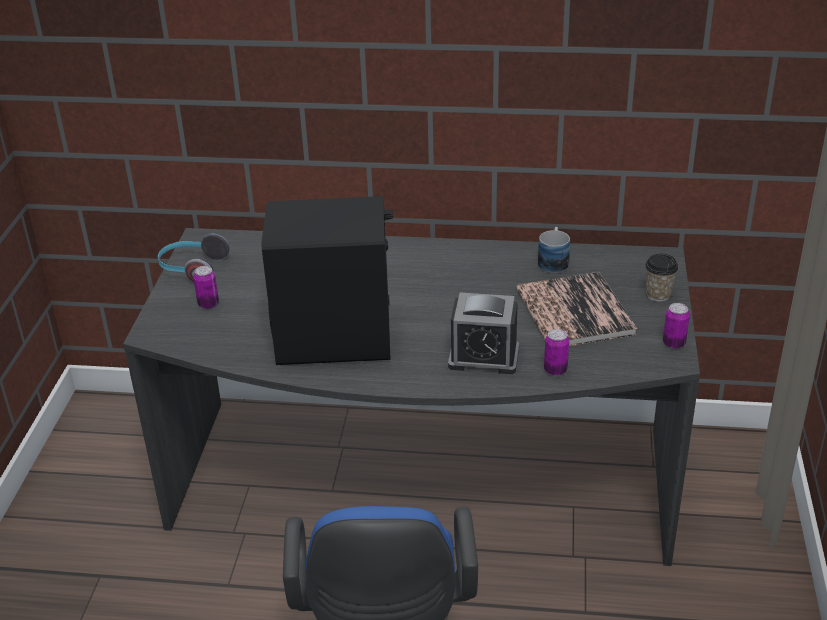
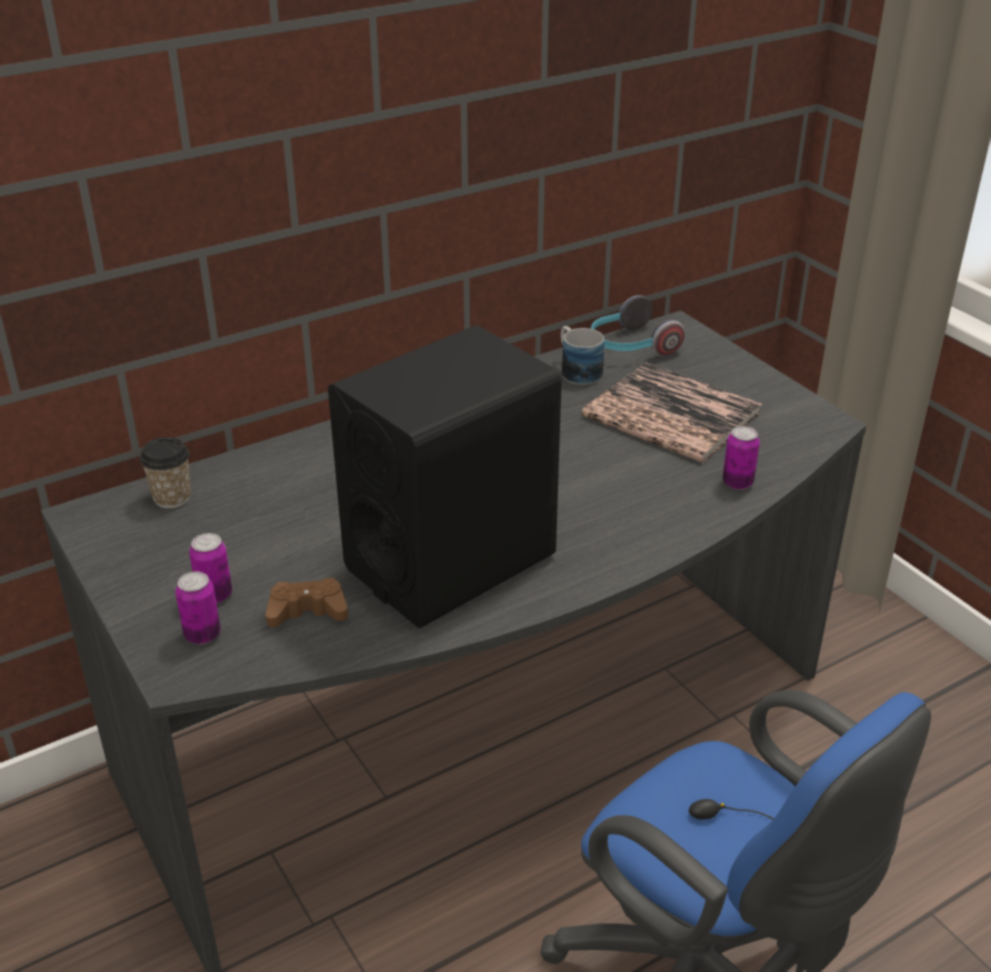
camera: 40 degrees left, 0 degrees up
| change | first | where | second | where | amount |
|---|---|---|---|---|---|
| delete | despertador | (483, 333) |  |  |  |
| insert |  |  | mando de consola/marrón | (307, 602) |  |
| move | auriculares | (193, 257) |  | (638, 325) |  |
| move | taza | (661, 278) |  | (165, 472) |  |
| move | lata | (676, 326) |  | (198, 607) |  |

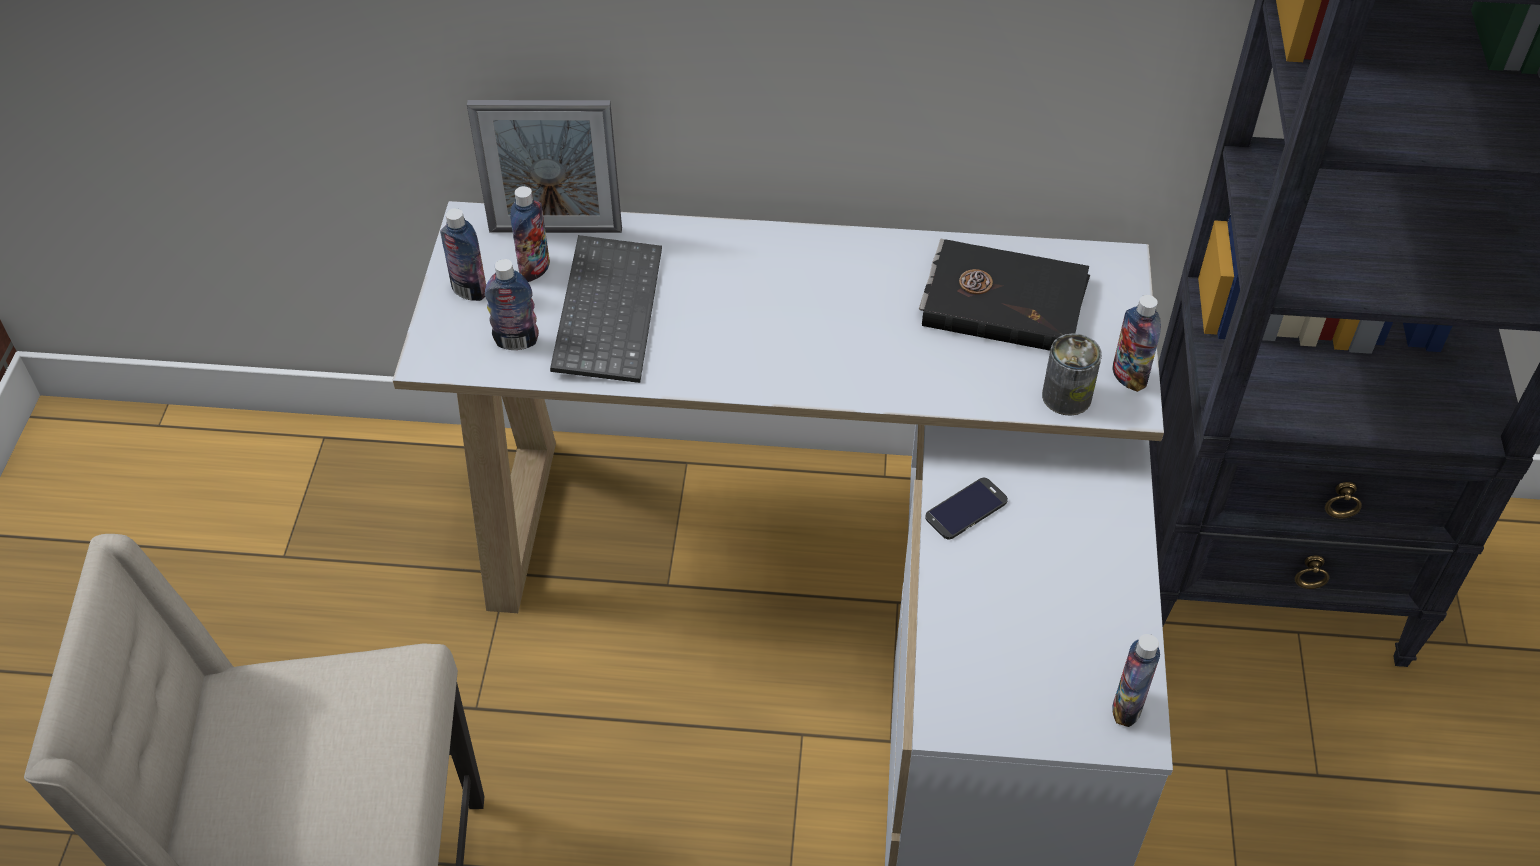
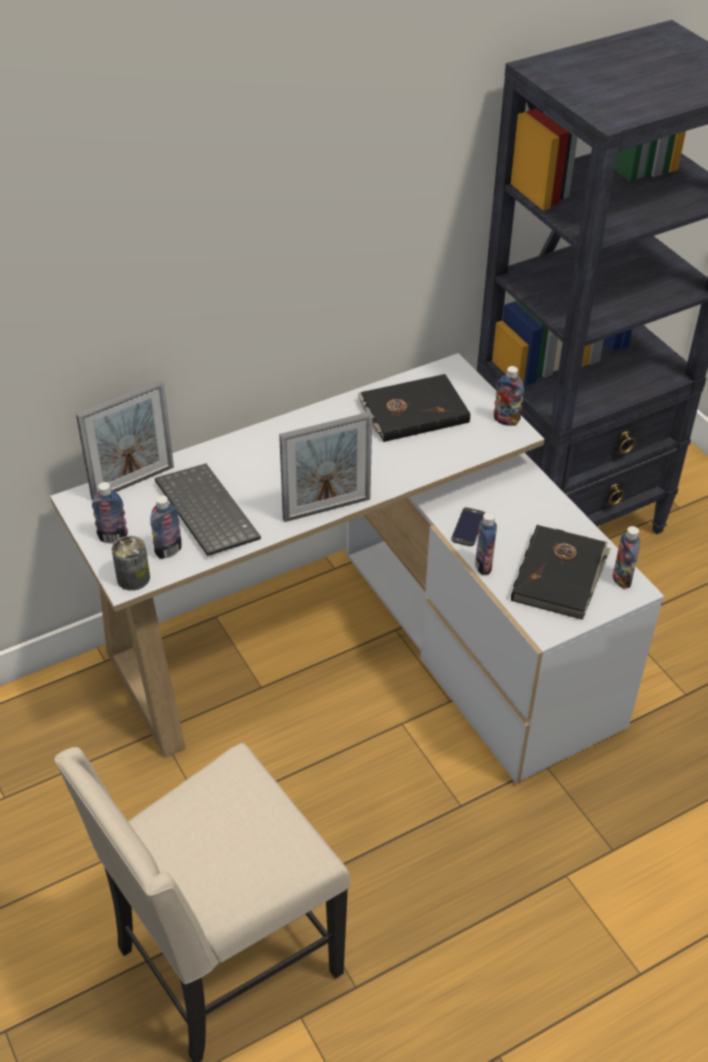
camera: 35 degrees left, 5 degrees down
| change | first | where | second | where | amount |
|---|---|---|---|---|---|
| insert |  |  | portarretratos | (325, 467) |  |
| insert |  |  | libro/negro | (561, 572) |  |
| move | botella | (530, 234) |  | (486, 544) |  |
| move | lata | (1072, 374) |  | (131, 563) |  |

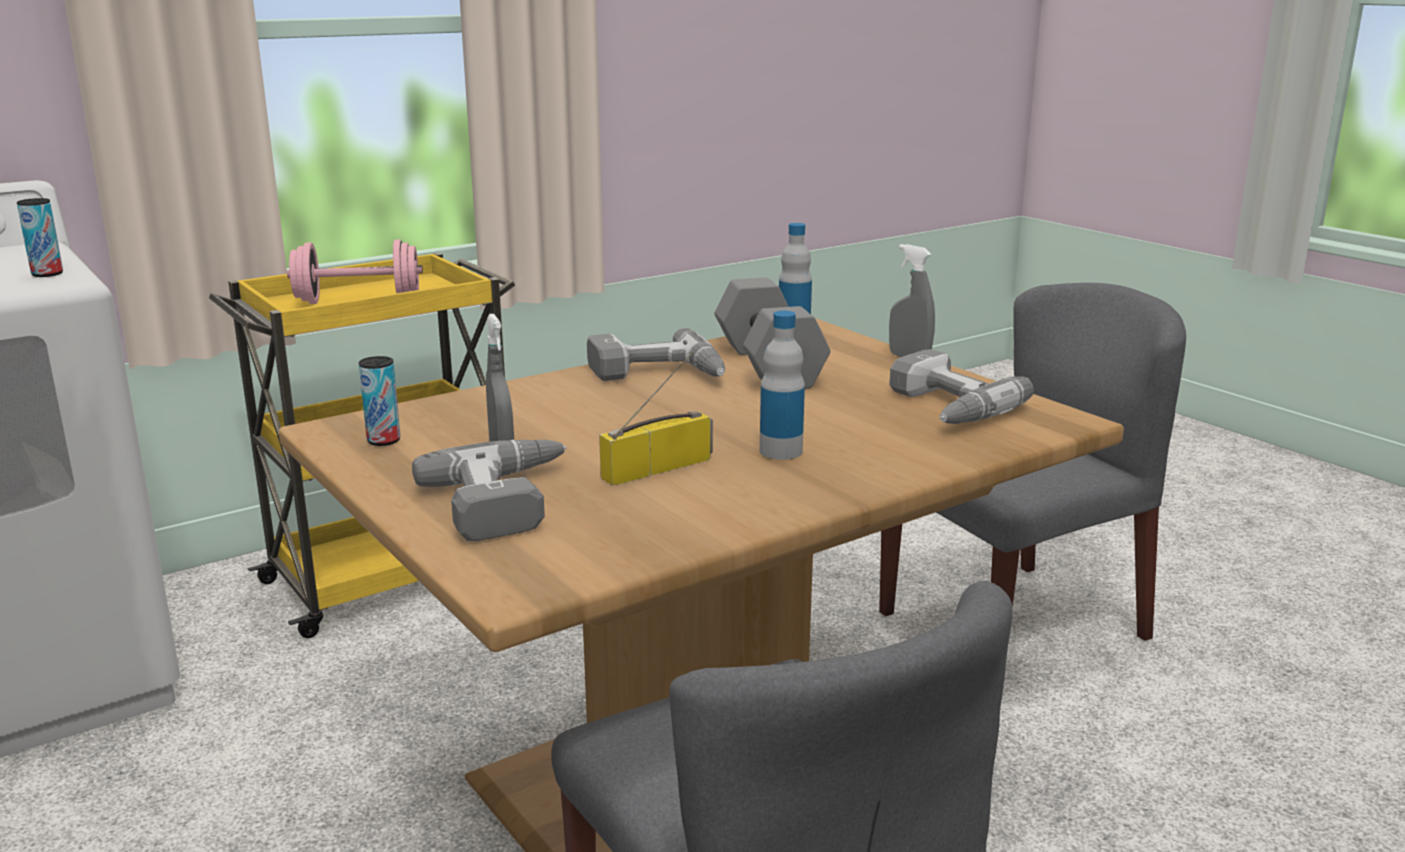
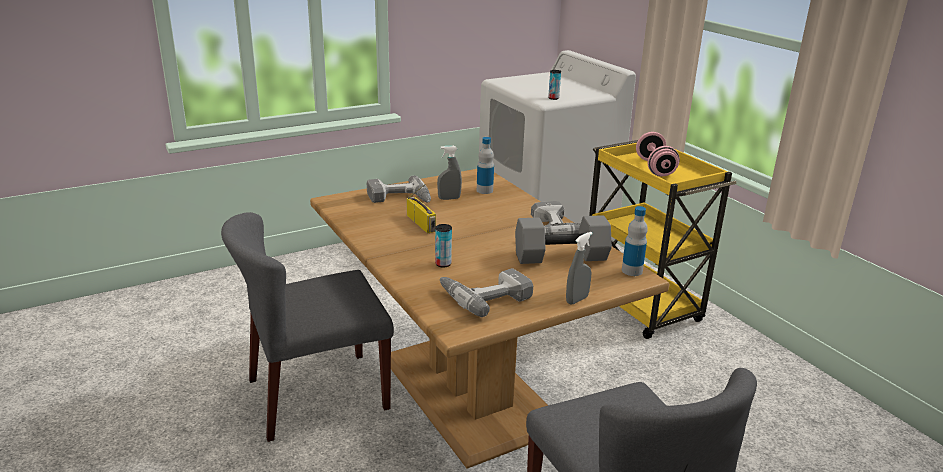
camera: 95 degrees right, 5 degrees up
| change | first | where | second | where | amount |
|---|---|---|---|---|---|
| move | lata | (380, 401) |  | (443, 246) |  |
| move | botella | (782, 385) |  | (485, 165) |  |

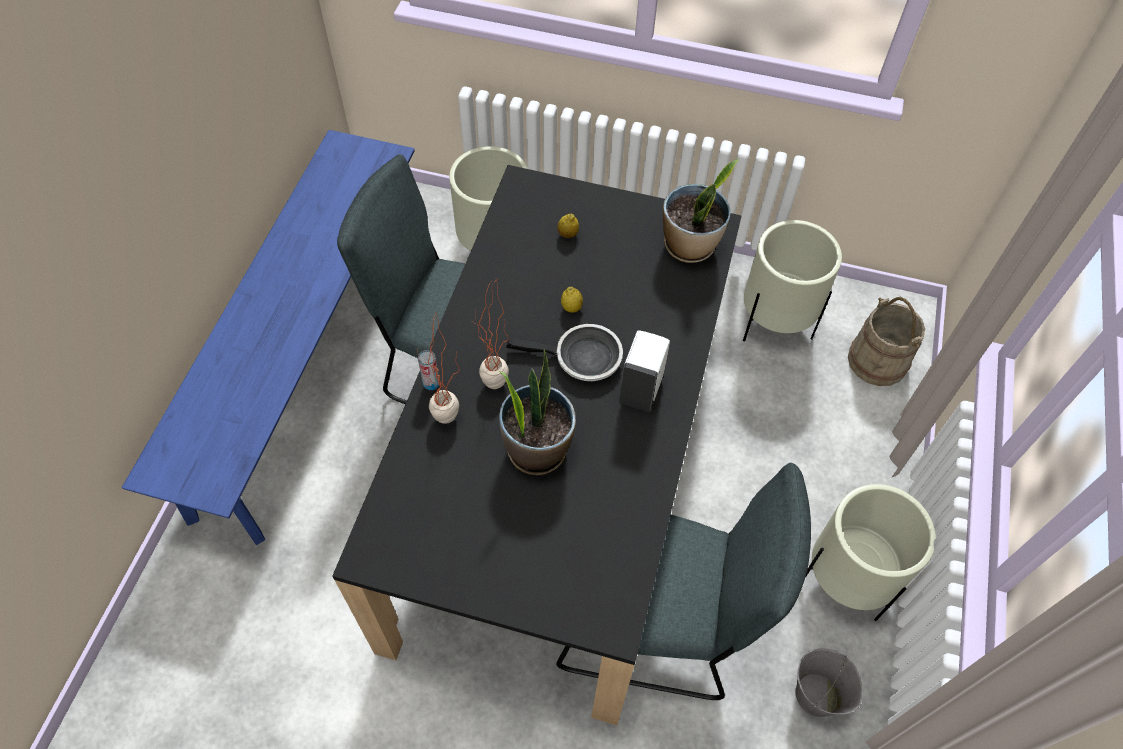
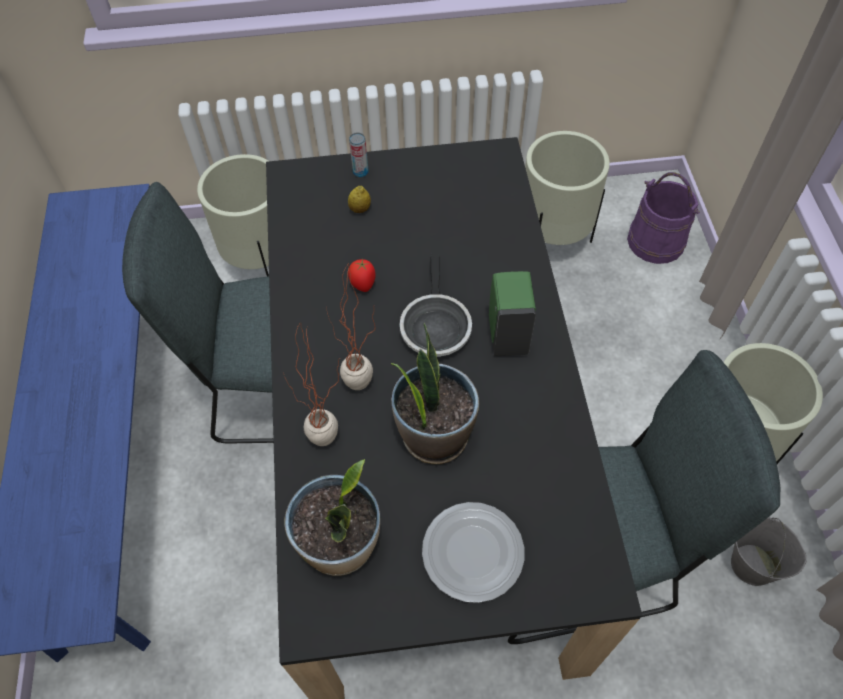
camera: 20 degrees left, 0 degrees up
| change | first | where | second | where | amount |
|---|---|---|---|---|---|
| delete | limón | (572, 300) |  |  |  |
| insert |  |  | tomate | (361, 275) |  |
| insert |  |  | plato | (473, 552) |  |
| move | lata | (429, 370) |  | (359, 154) |  |
| move | planta en maceta | (701, 211) |  | (332, 517) |  |
| recolor | dispensador de jabón/blanco | (644, 371) | dispensador de jabón/verde | (512, 313) |  |
| recolor | cubo/beis | (886, 341) | cubo/morado | (663, 218) |  |
| rotate | sartén | (564, 352) |  | (436, 305) | 105 degrees clockwise |

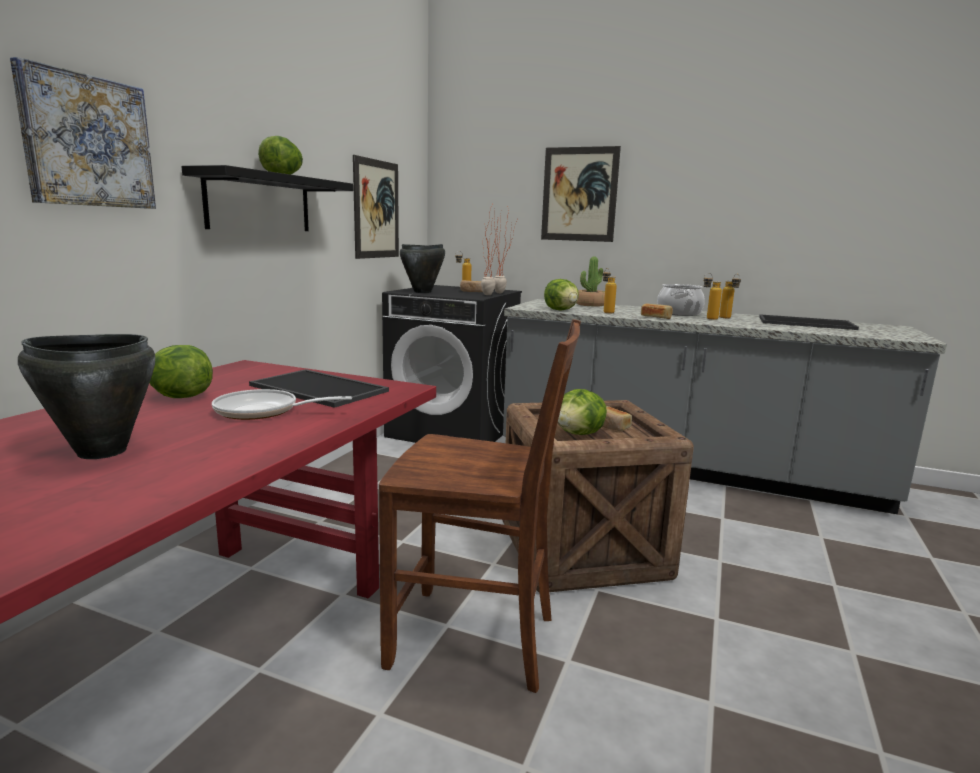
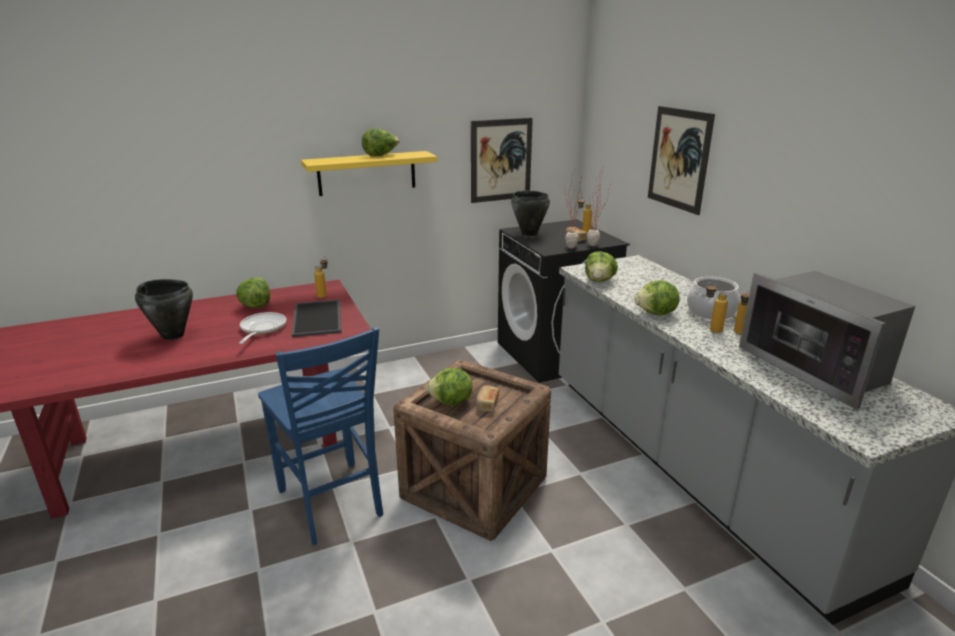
camera: 45 degrees right, 10 degrees up
| change | first | where | second | where | amount |
|---|---|---|---|---|---|
| delete | cuadro | (83, 133) |  |  |  |
| delete | planta en maceta | (590, 282) |  |  |  |
| move | botella | (610, 290) |  | (321, 277) |  |
| replace | pan | (657, 311) | lechuga | (657, 297) |  |
| replace | bandeja | (809, 322) | microondas | (827, 340) |  |
| recolor | estante/negro | (267, 198) | estante/amarillo | (369, 173) |  |
| recolor | silla/marrón | (480, 506) | silla/azul | (320, 436) |  |
| rotate | sartén | (282, 404) |  | (262, 328) | 45 degrees clockwise |

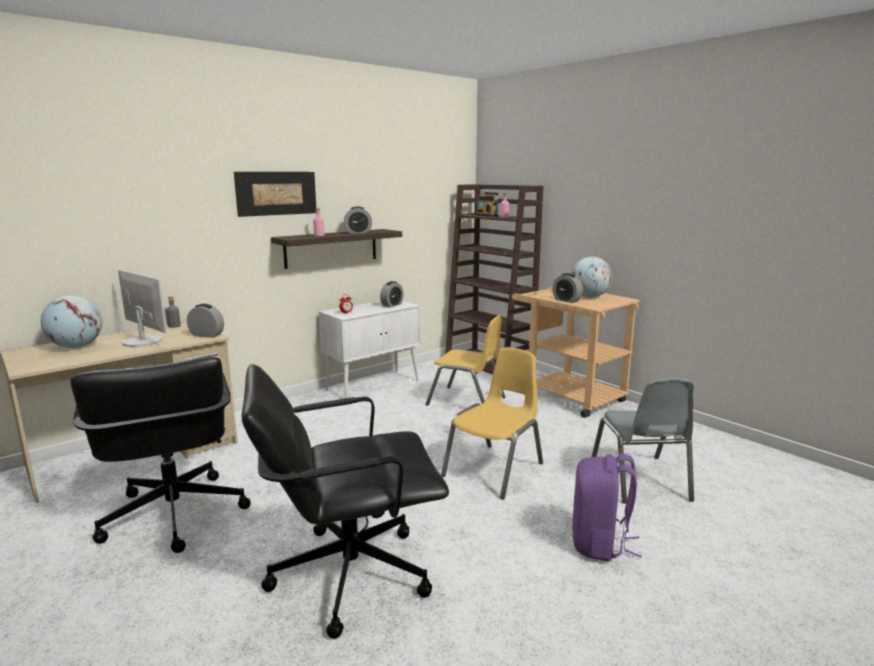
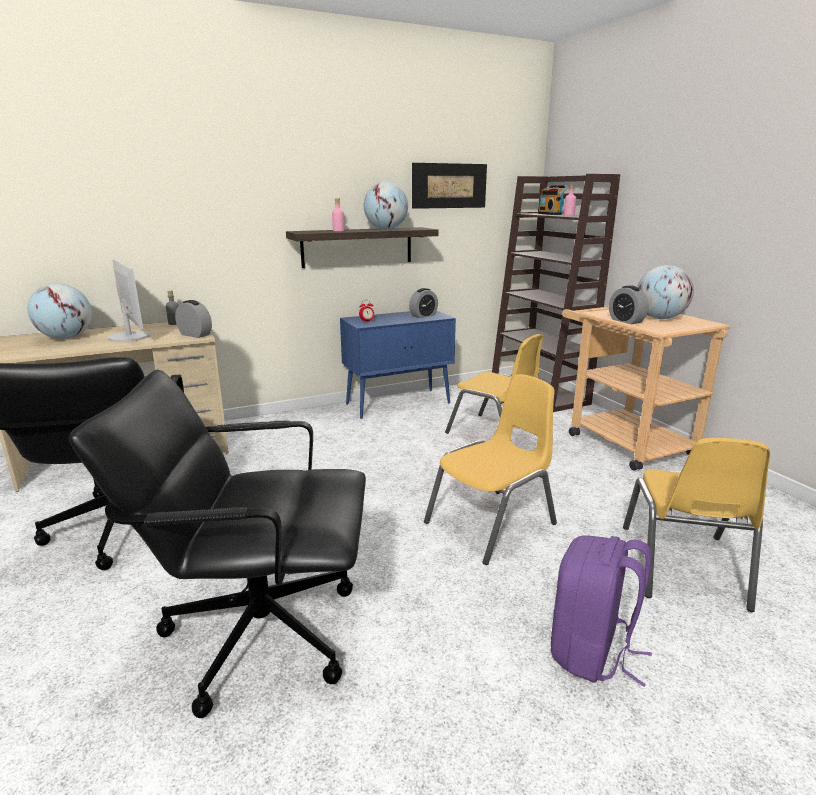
camera: 15 degrees right, 5 degrees up
| change | first | where | second | where | amount |
|---|---|---|---|---|---|
| move | cuadro | (275, 194) |  | (449, 186) |  |
| replace | despertador | (358, 219) | globo terráqueo | (386, 206) |  |
| recolor | armario/blanco | (370, 349) | armario/azul | (398, 365) |  |
| recolor | silla/gris | (643, 441) | silla/amarillo | (696, 525) |  |

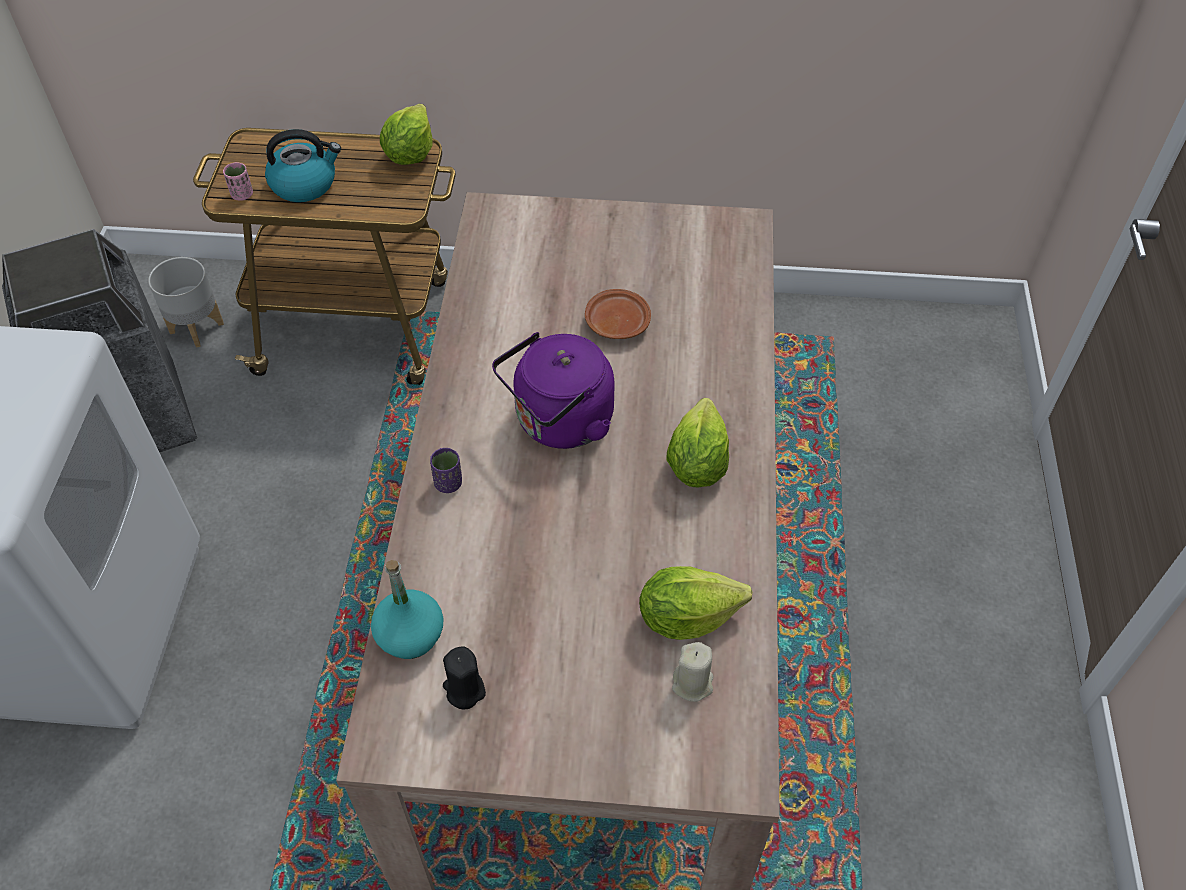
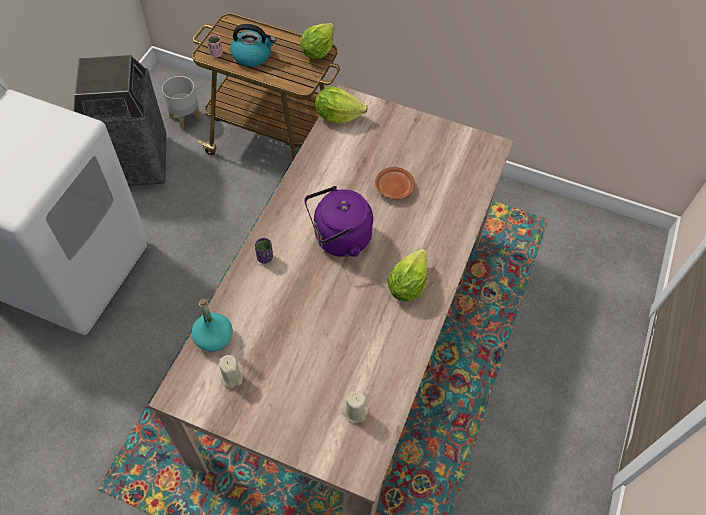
camera: 15 degrees right, 5 degrees up
| change | first | where | second | where | amount |
|---|---|---|---|---|---|
| move | lechuga | (695, 603) |  | (341, 105) |  |
| recolor | vela/negro | (464, 678) | vela/beis | (231, 372) |  |

